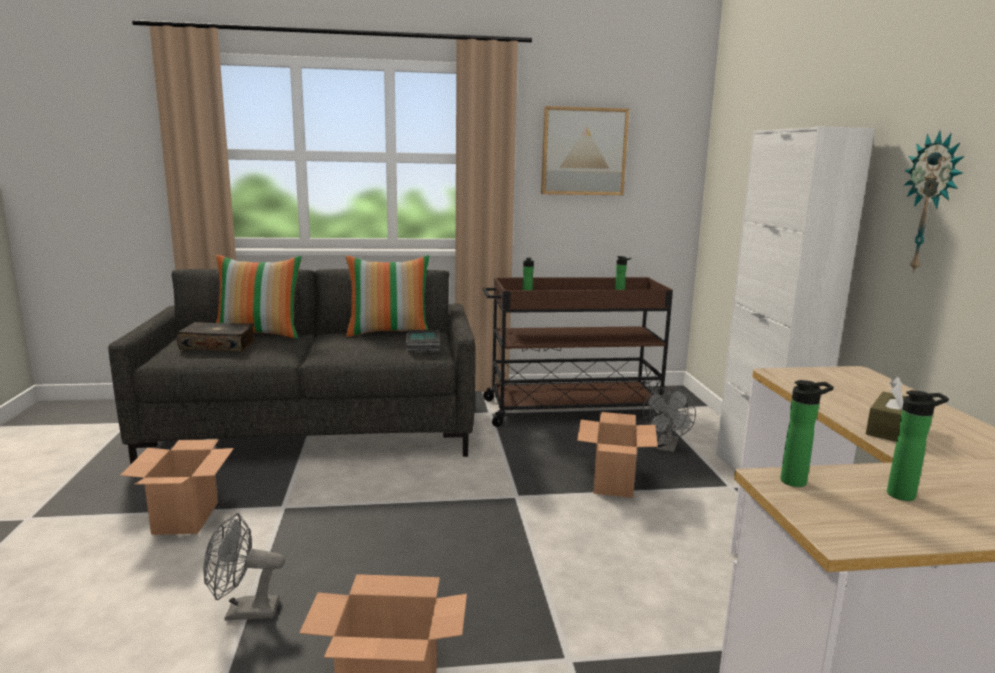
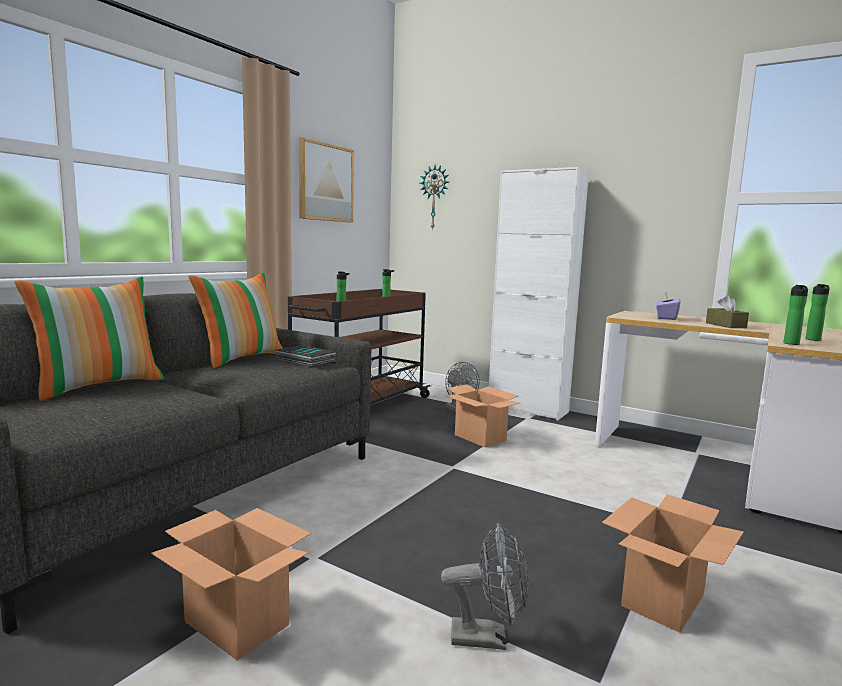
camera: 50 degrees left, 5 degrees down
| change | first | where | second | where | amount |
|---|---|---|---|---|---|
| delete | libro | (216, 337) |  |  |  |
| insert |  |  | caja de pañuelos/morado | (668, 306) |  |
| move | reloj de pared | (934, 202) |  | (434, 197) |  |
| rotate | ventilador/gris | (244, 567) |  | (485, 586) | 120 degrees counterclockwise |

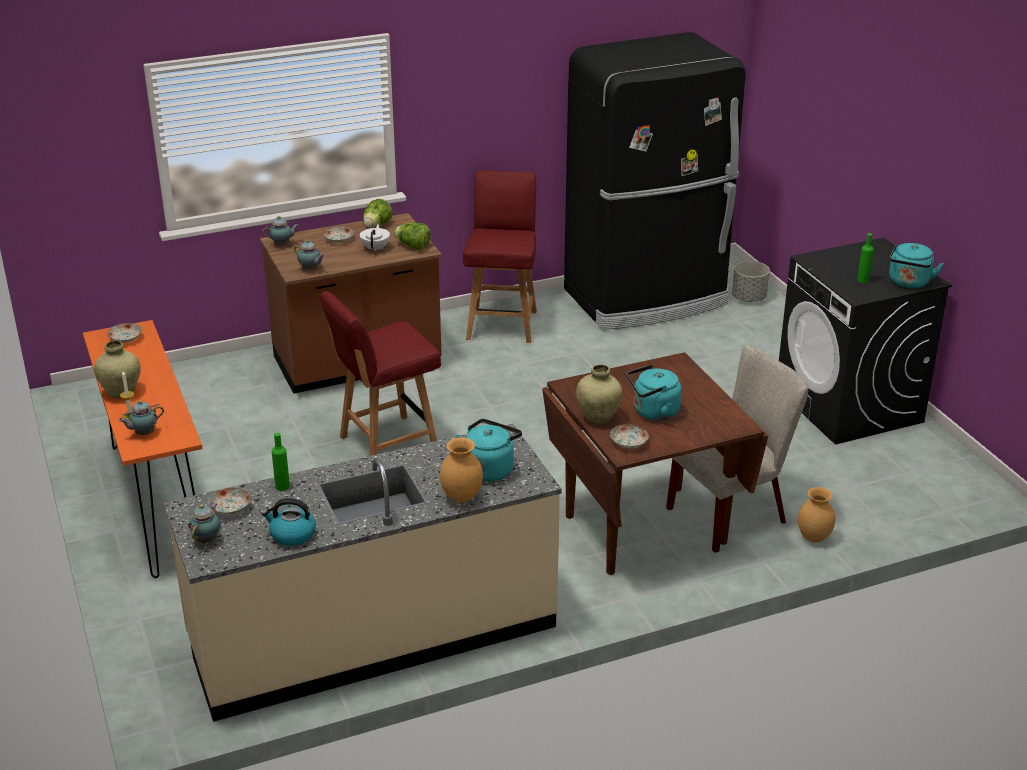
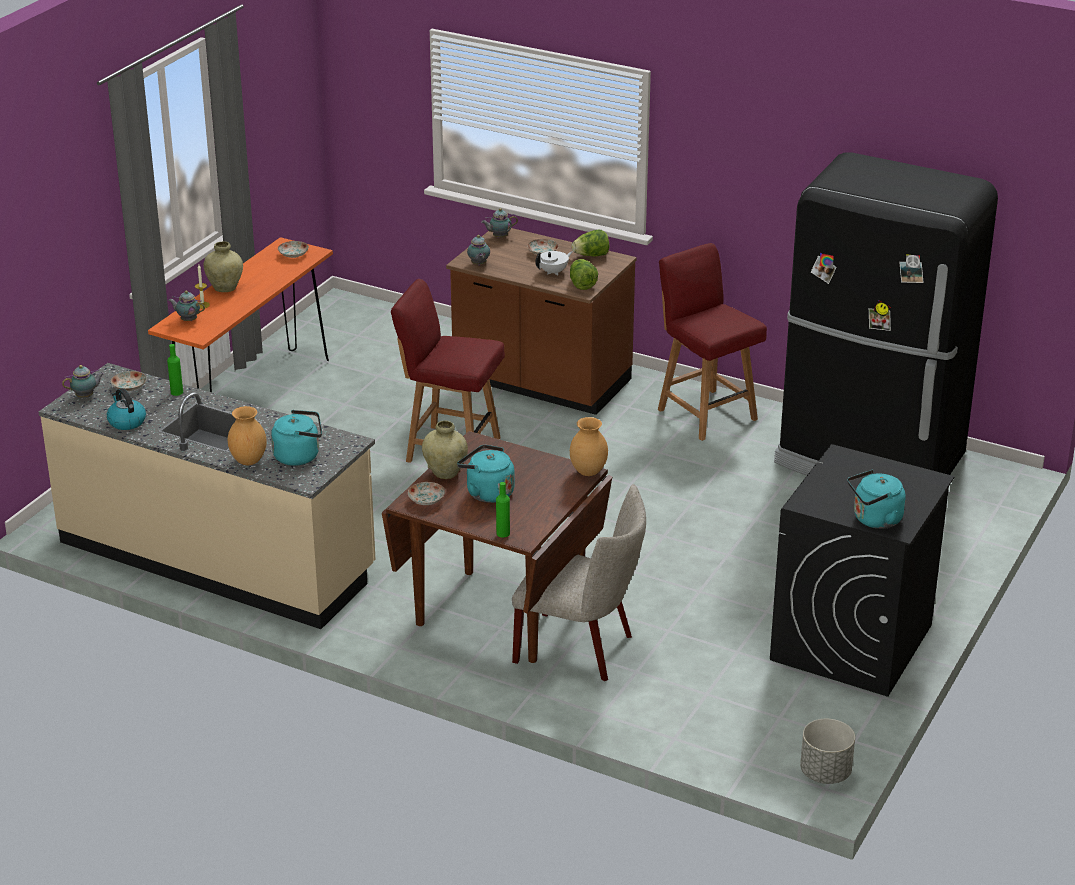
camera: 50 degrees right, 0 degrees up
| change | first | where | second | where | amount |
|---|---|---|---|---|---|
| move | maceta/gris | (751, 281) |  | (827, 751) |  |
| move | florero/marrón | (816, 515) |  | (589, 446) |  |
| move | botella/verde | (865, 258) |  | (503, 509) |  |
| rotate | tetera | (280, 231) |  | (499, 223) | 135 degrees clockwise |
| rotate | silla/rojo | (500, 256) |  | (712, 342) | 90 degrees counterclockwise |

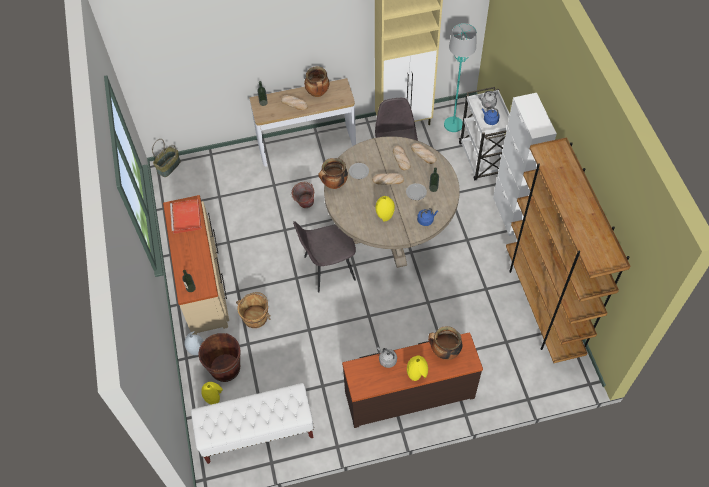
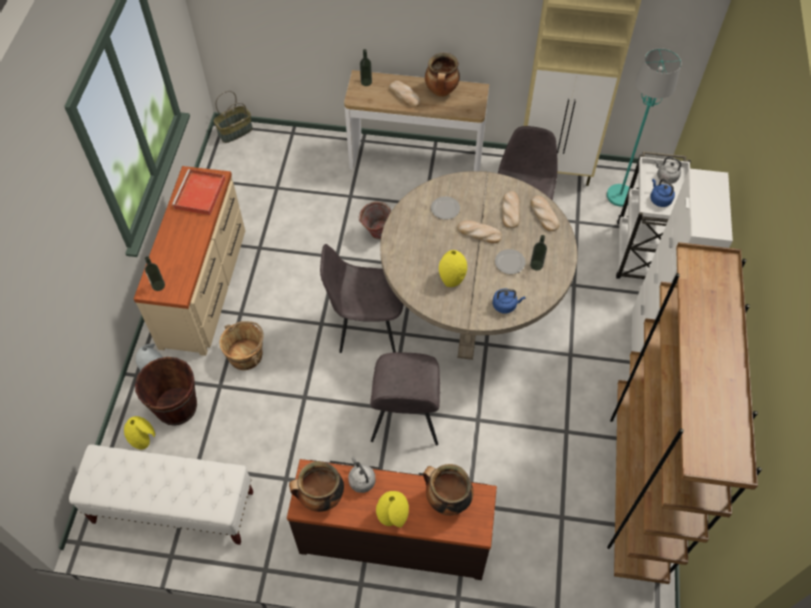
camera: 20 degrees right, 0 degrees up
| change | first | where | second | where | amount |
|---|---|---|---|---|---|
| insert |  |  | silla/gris | (405, 399) |  |
| move | olla | (333, 173) |  | (316, 486) |  |

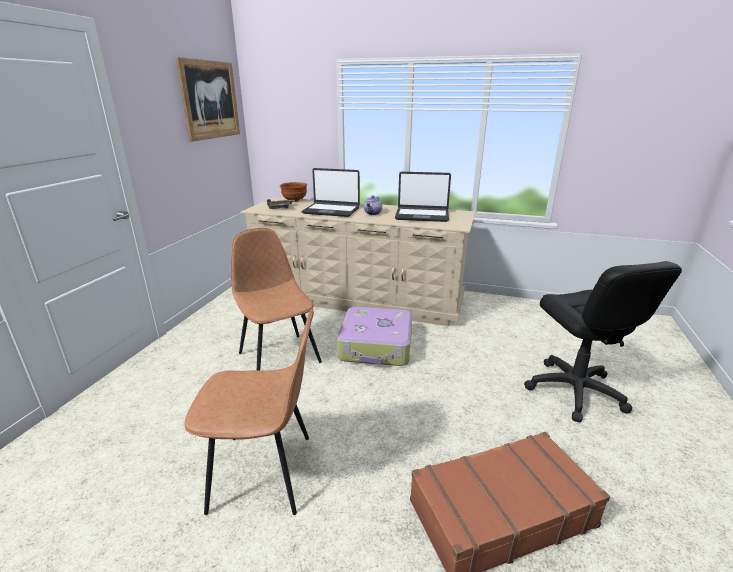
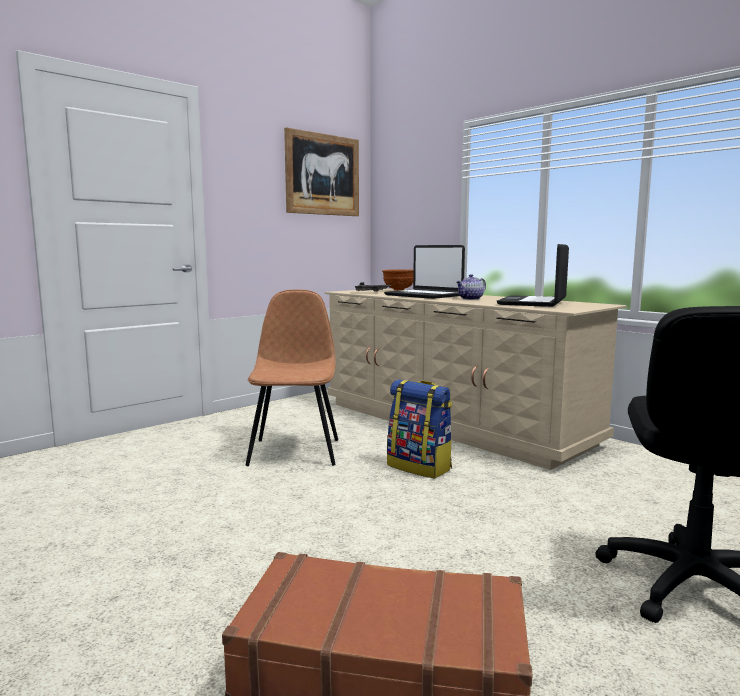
camera: 30 degrees right, 15 degrees down
| change | first | where | second | where | amount |
|---|---|---|---|---|---|
| delete | silla/marrón | (249, 412) |  |  |  |
| replace | maleta | (374, 336) | mochila | (419, 429) |  |
| rotate | portátil | (423, 197) |  | (533, 275) | 75 degrees clockwise |

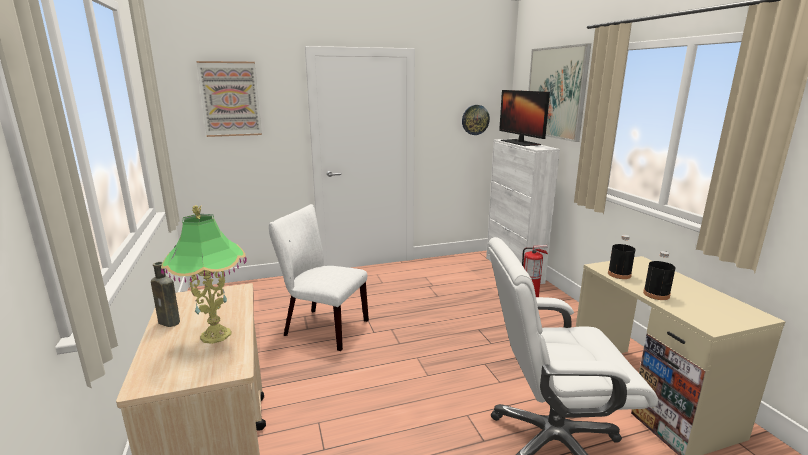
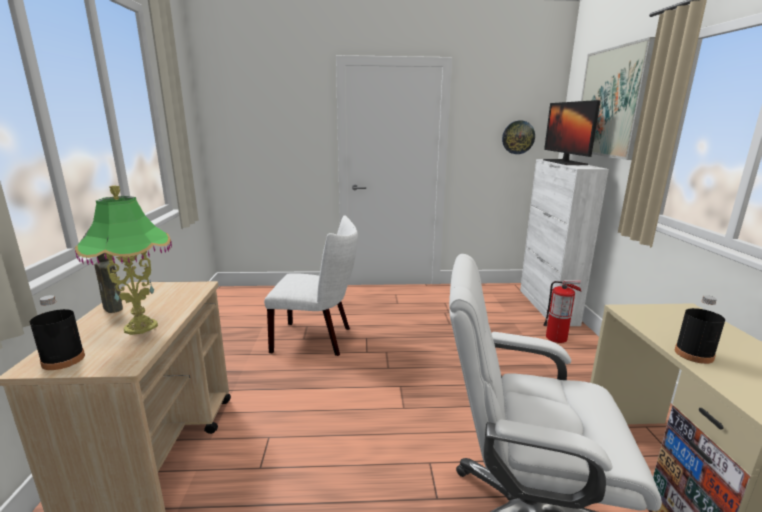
camera: 15 degrees right, 0 degrees up
| change | first | where | second | where | amount |
|---|---|---|---|---|---|
| delete | cuadro | (229, 99) |  |  |  |
| move | botella/negro | (622, 257) |  | (57, 332) |  |
| rotate | silla/blanco | (319, 277) |  | (311, 285) | 150 degrees clockwise |

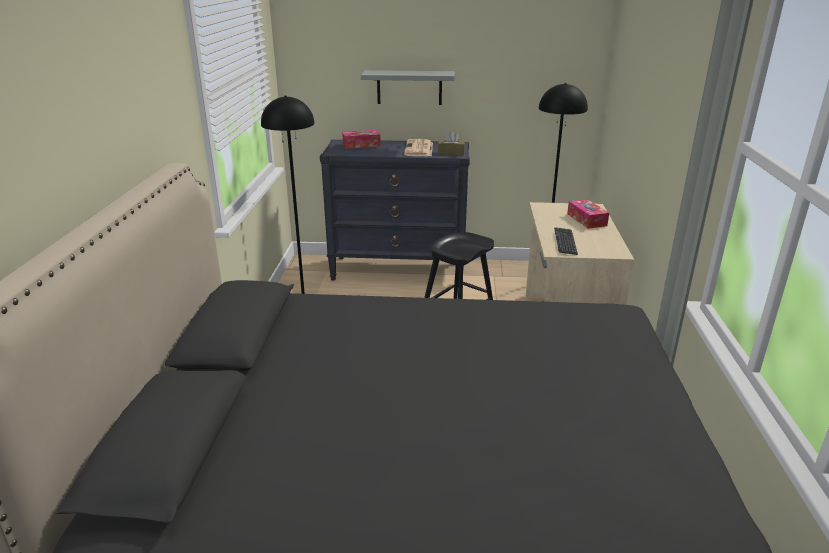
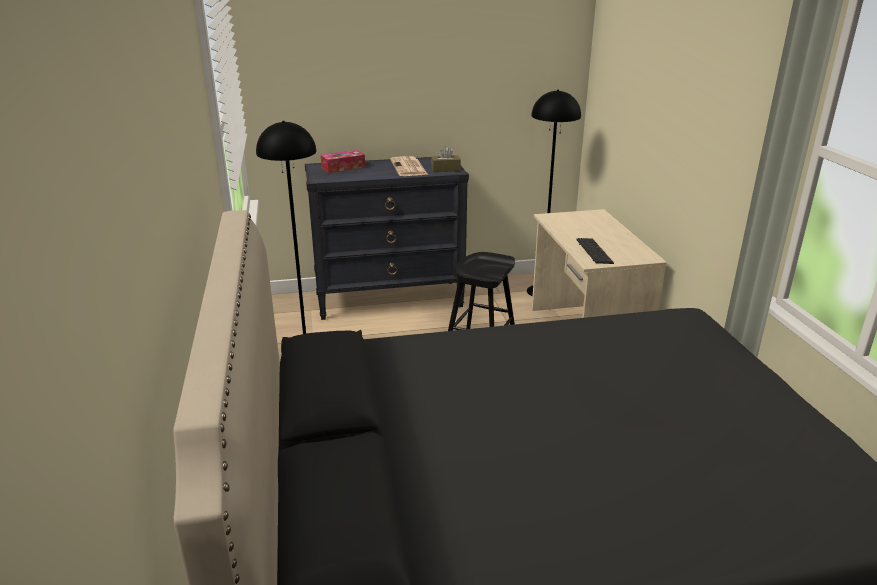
camera: 15 degrees left, 0 degrees up
| change | first | where | second | where | amount |
|---|---|---|---|---|---|
| delete | estante/gris | (408, 87) |  |  |  |
| delete | caja de pañuelos | (588, 214) |  |  |  |

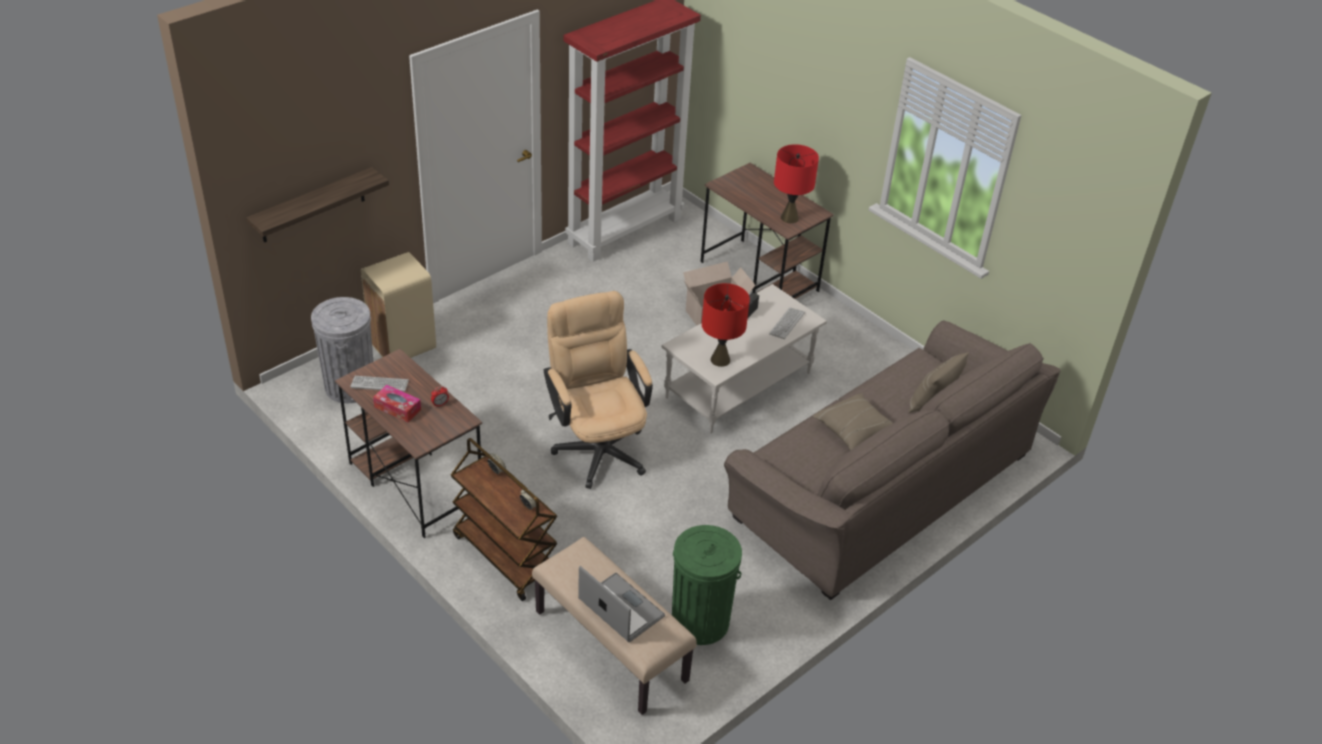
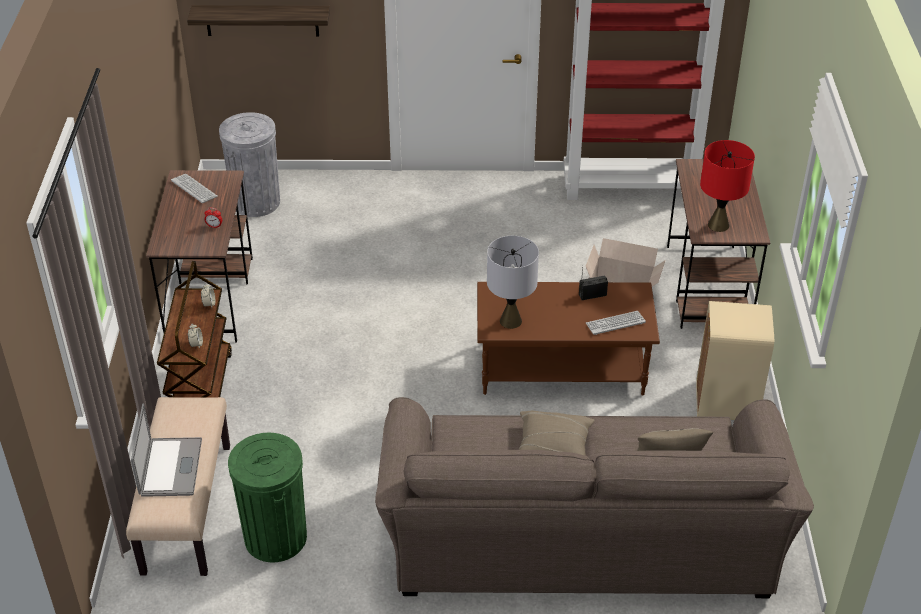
camera: 45 degrees right, 0 degrees up
| change | first | where | second | where | amount |
|---|---|---|---|---|---|
| delete | caja de pañuelos | (397, 403) |  |  |  |
| delete | silla de oficina/beis | (598, 390) |  |  |  |
| move | papelera/beis | (398, 305) |  | (735, 360) |  |
| recolor | mesa de centro/blanco | (744, 359) | mesa de centro/marrón | (568, 339) |  |
| recolor | lámpara de mesa/rojo | (726, 325) | lámpara de mesa/gris | (513, 282) |  |

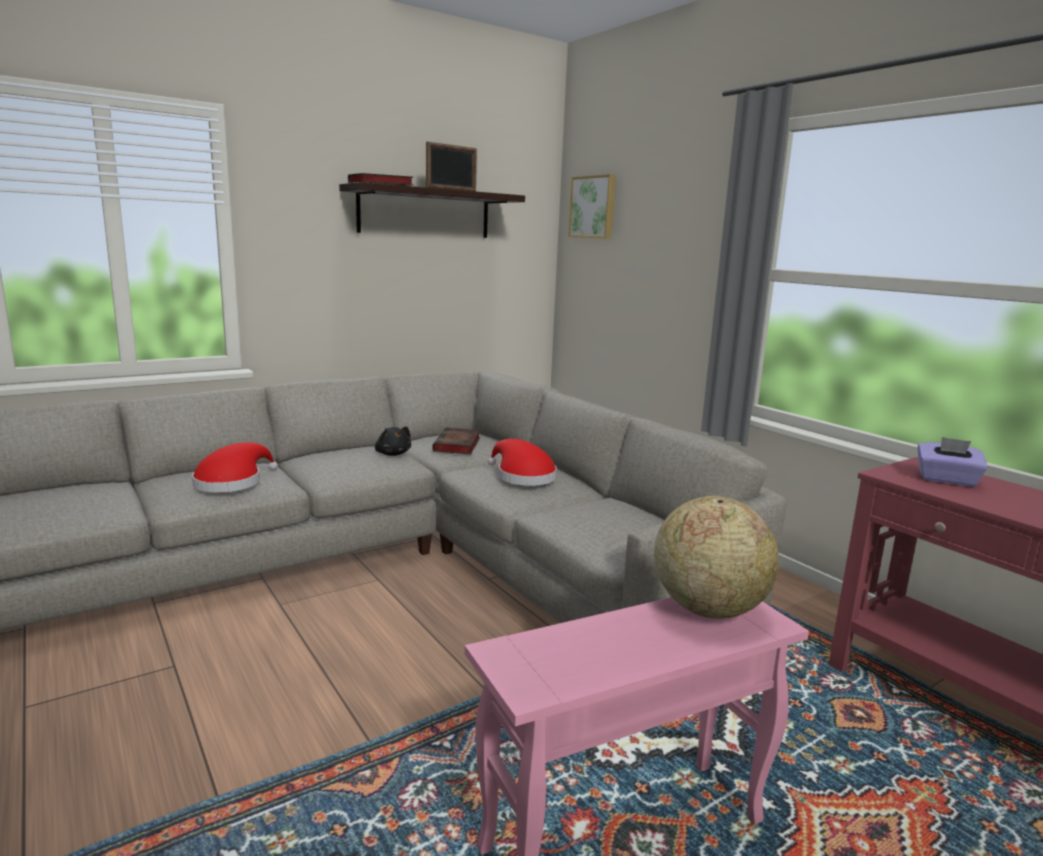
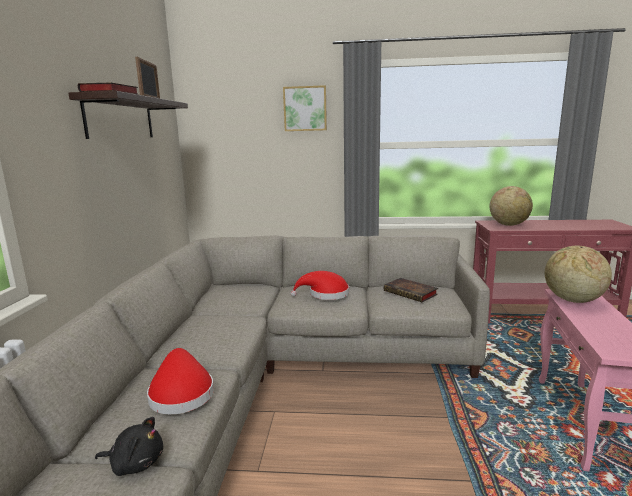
camera: 50 degrees left, 0 degrees up
| change | first | where | second | where | amount |
|---|---|---|---|---|---|
| move | peluche/negro | (393, 441) |  | (129, 446) |  |
| move | libro | (456, 440) |  | (411, 290) |  |
| move | cuadro | (592, 206) |  | (305, 108) |  |
| replace | caja de pañuelos/morado | (953, 462) | globo terráqueo | (511, 206) |  |

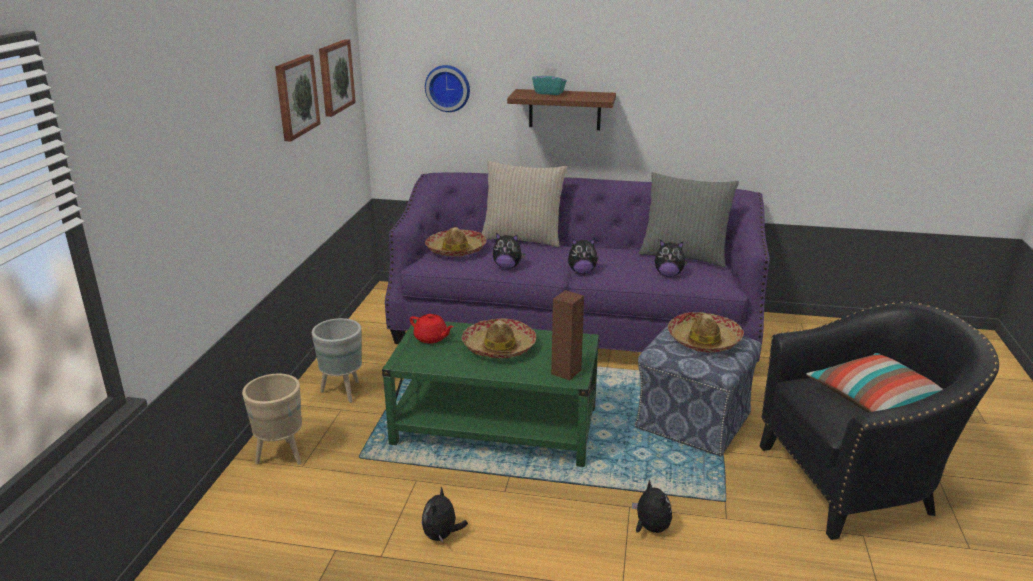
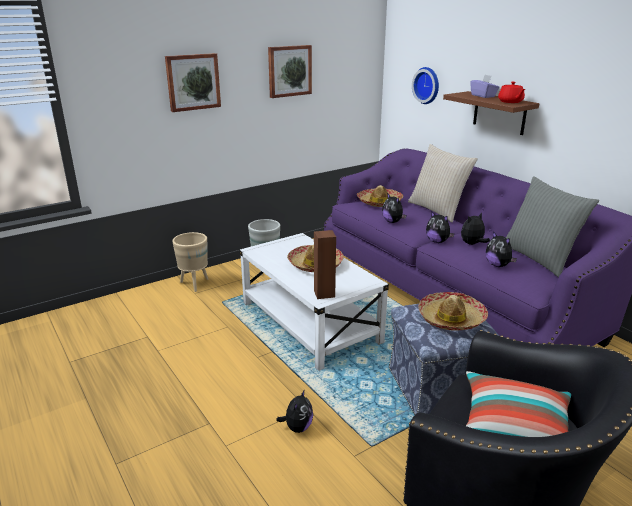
camera: 45 degrees right, 0 degrees up
| change | first | where | second | where | amount |
|---|---|---|---|---|---|
| move | cuadro | (337, 78) |  | (193, 82) |  |
| move | tetera/rojo | (432, 329) |  | (511, 92) |  |
| move | peluche | (445, 514) |  | (475, 228) |  |
| recolor | mesa de centro/verde | (491, 393) | mesa de centro/blanco | (314, 302) |  |
| recolor | caja de pañuelos/turquesa | (549, 81) | caja de pañuelos/morado | (484, 86) |  |

